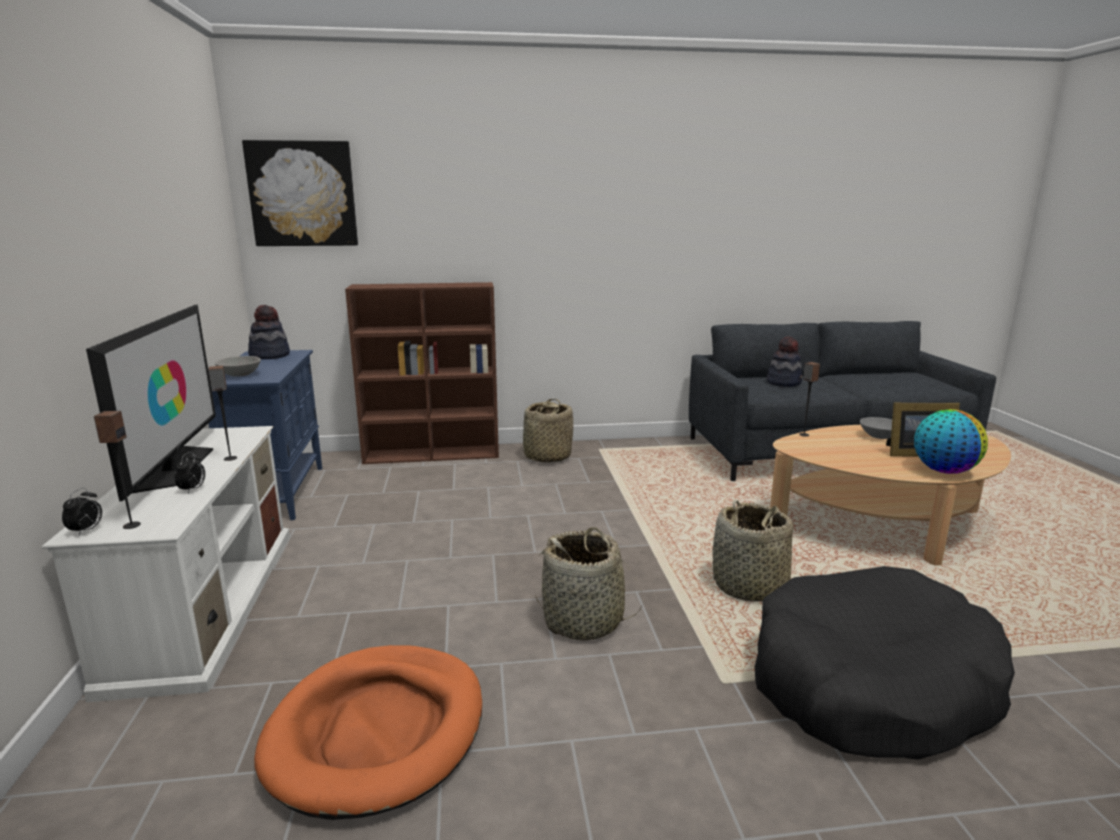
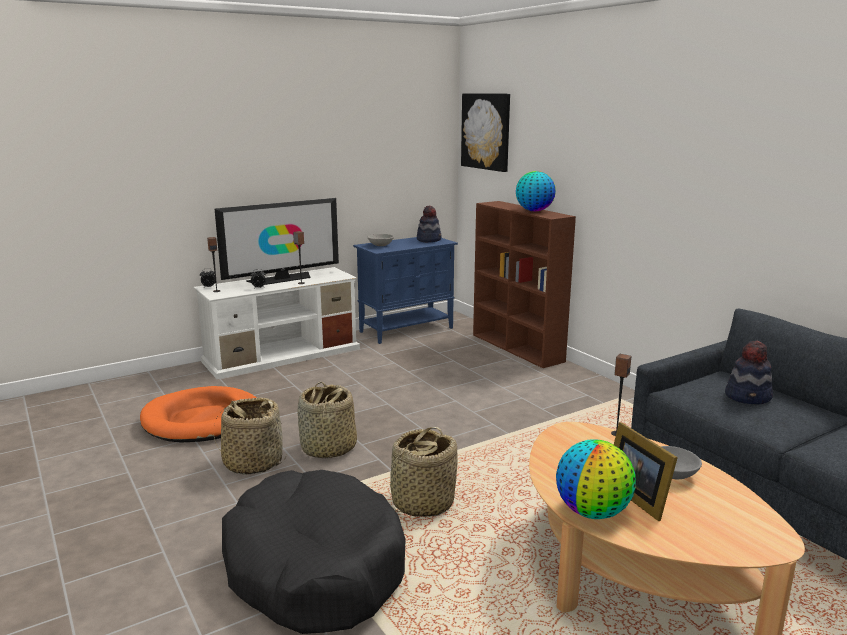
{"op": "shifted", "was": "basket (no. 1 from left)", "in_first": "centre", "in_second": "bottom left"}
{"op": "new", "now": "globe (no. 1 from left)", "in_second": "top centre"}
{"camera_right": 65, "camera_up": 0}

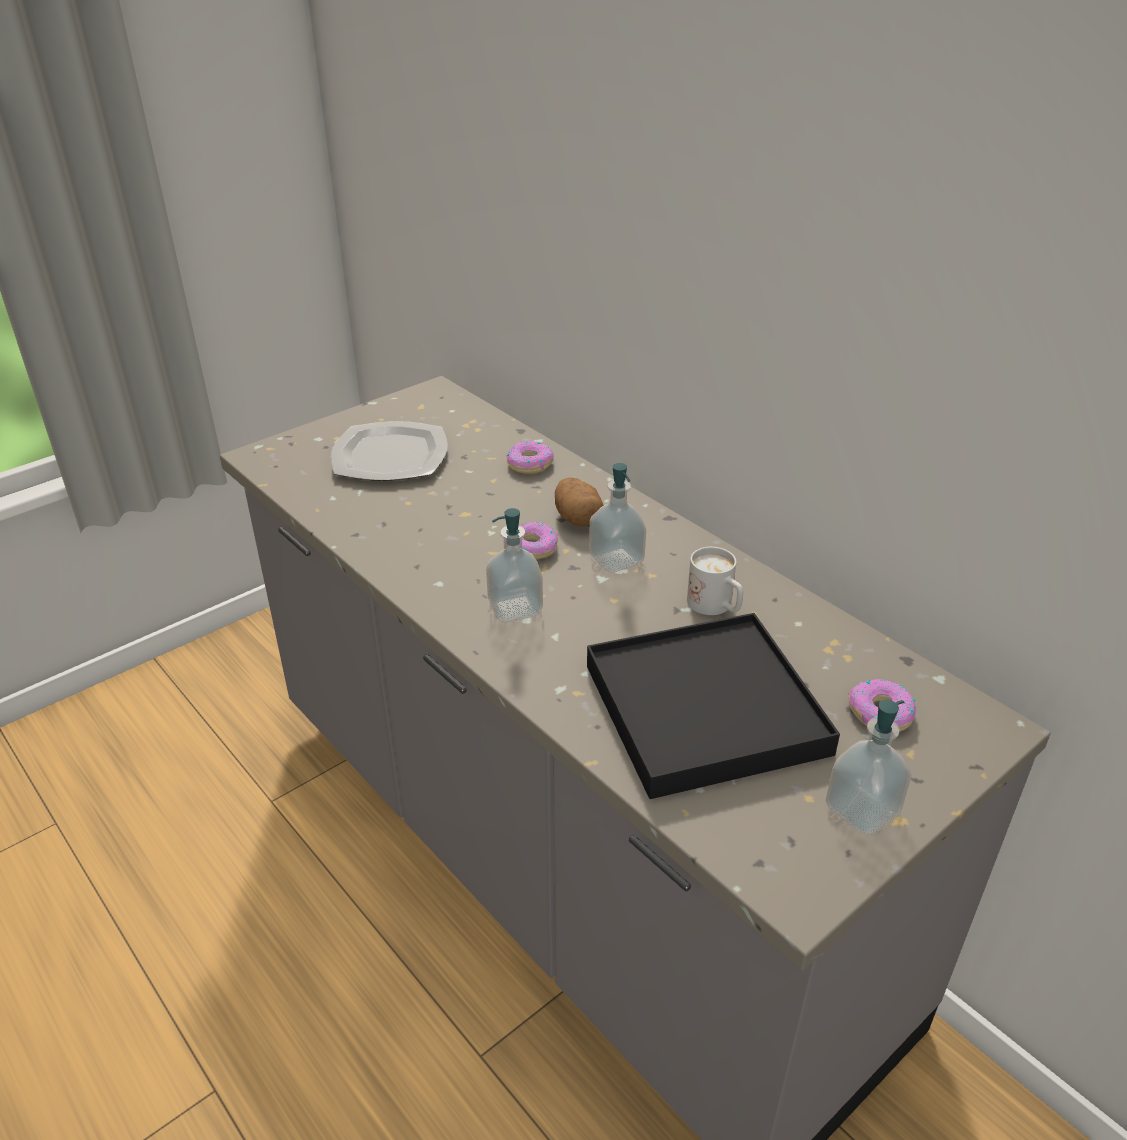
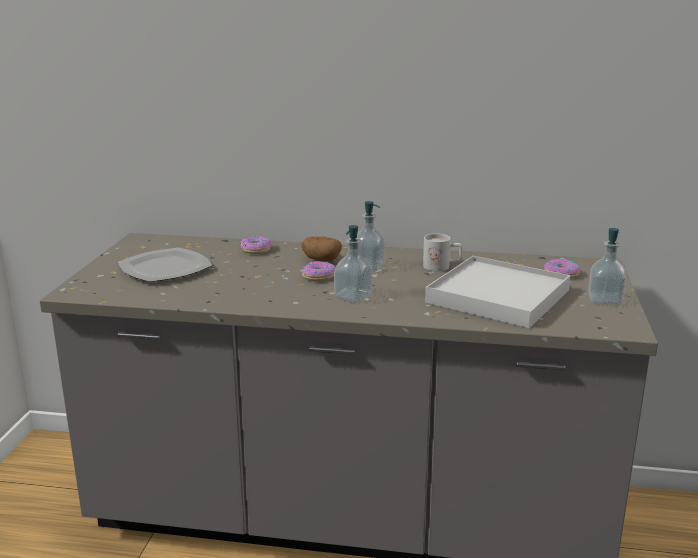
{"op": "repainted", "was": "black tray", "now": "white tray", "in_first": "centre", "in_second": "middle right"}
{"camera_right": -40, "camera_up": -15}

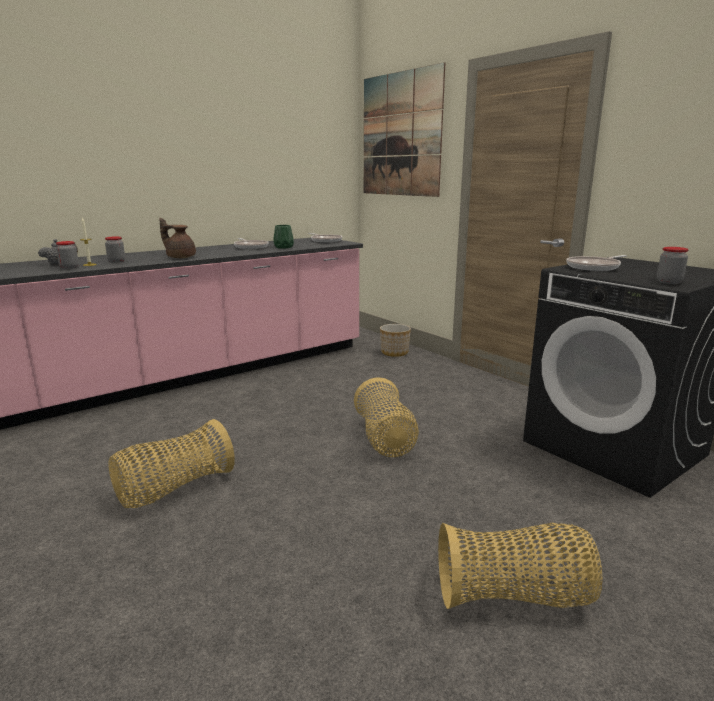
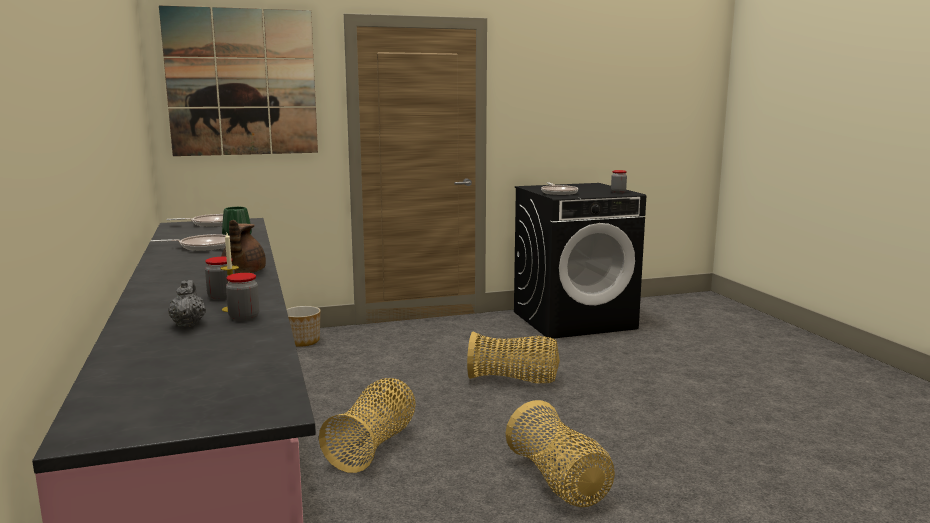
{"op": "rotated", "was": "brown teapot", "in_first": "middle left", "in_second": "middle left", "clockwise": -45}
{"op": "shifted", "was": "basket (no. 3 from left in the first image)", "now": "basket (no. 1 from left)", "in_first": "bottom right", "in_second": "bottom centre"}
{"camera_right": -70, "camera_up": -5}

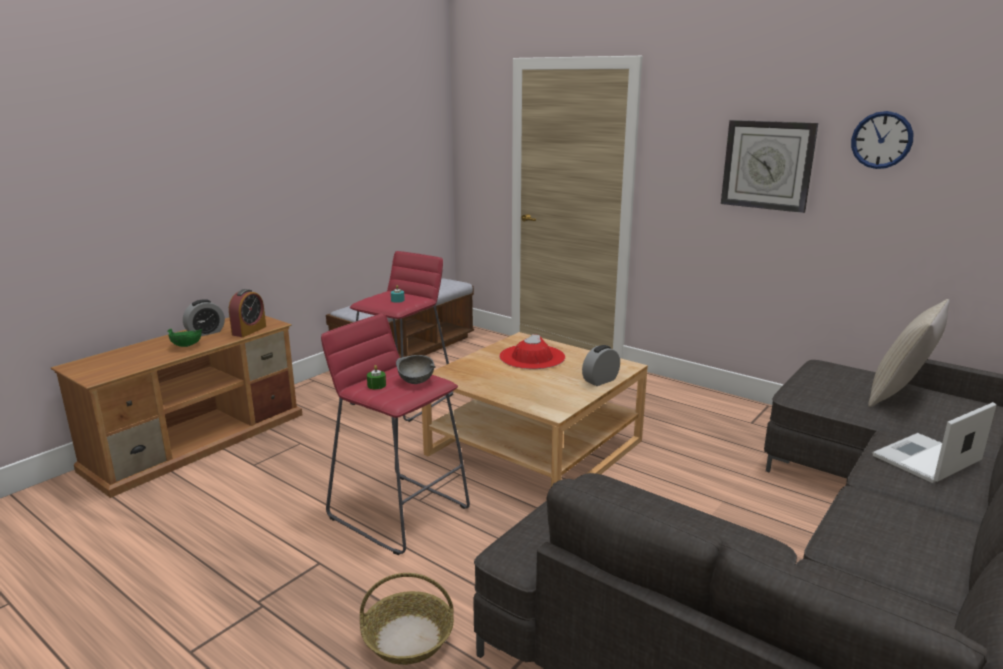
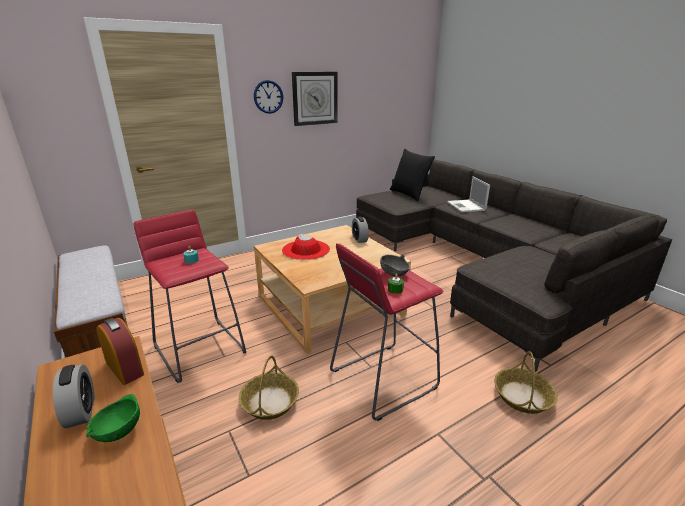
{"op": "new", "now": "basket (no. 1 from left)", "in_second": "bottom centre"}
{"op": "shifted", "was": "wall clock (no. 2 from left in the first image)", "now": "wall clock (no. 1 from left)", "in_first": "top right", "in_second": "top centre"}
{"op": "repainted", "was": "beige pillow", "now": "black pillow", "in_first": "middle right", "in_second": "centre"}
{"camera_right": -70, "camera_up": 5}

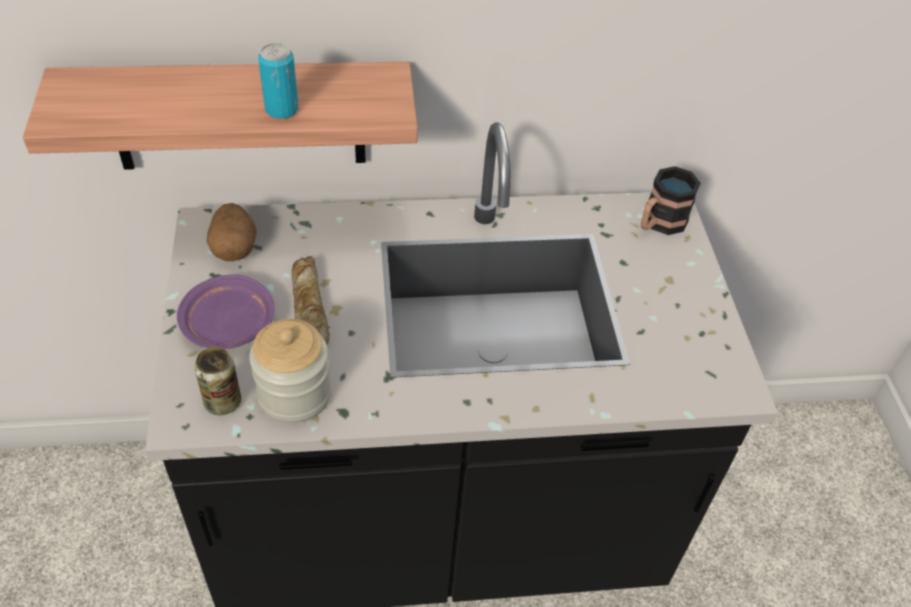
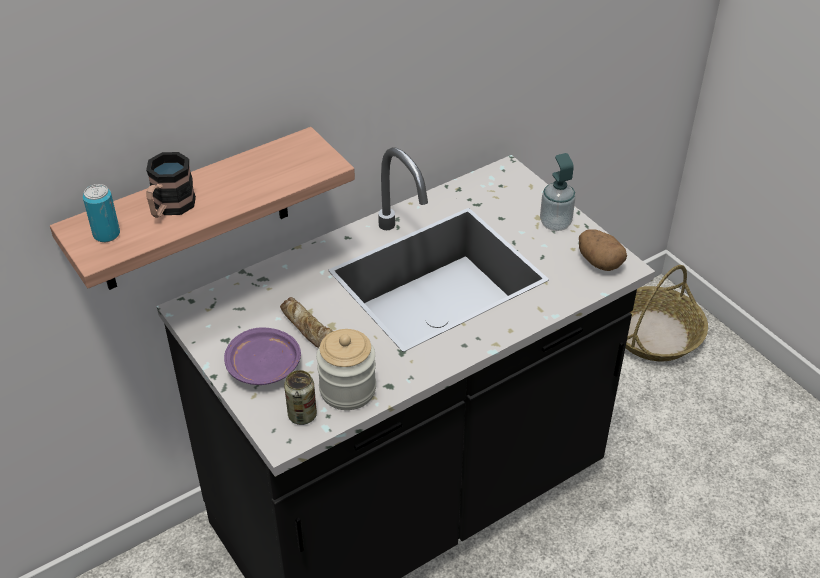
{"op": "shifted", "was": "can (no. 2 from left in the first image)", "now": "can (no. 1 from left)", "in_first": "top left", "in_second": "middle left"}
{"op": "shifted", "was": "mug", "in_first": "top right", "in_second": "top left"}
{"op": "new", "now": "soap dispenser", "in_second": "top right"}
{"op": "shifted", "was": "potato", "in_first": "middle left", "in_second": "middle right"}
{"op": "new", "now": "basket", "in_second": "middle right"}
{"camera_right": -25, "camera_up": -5}

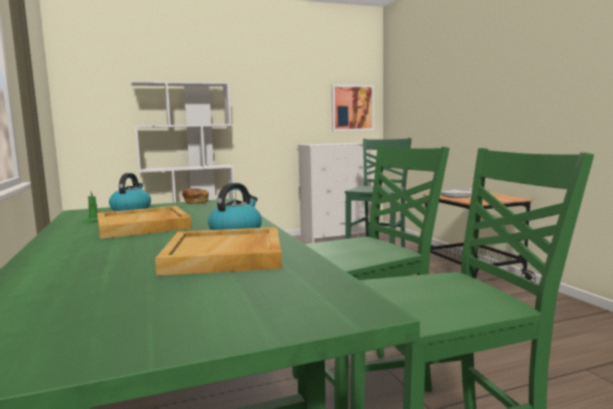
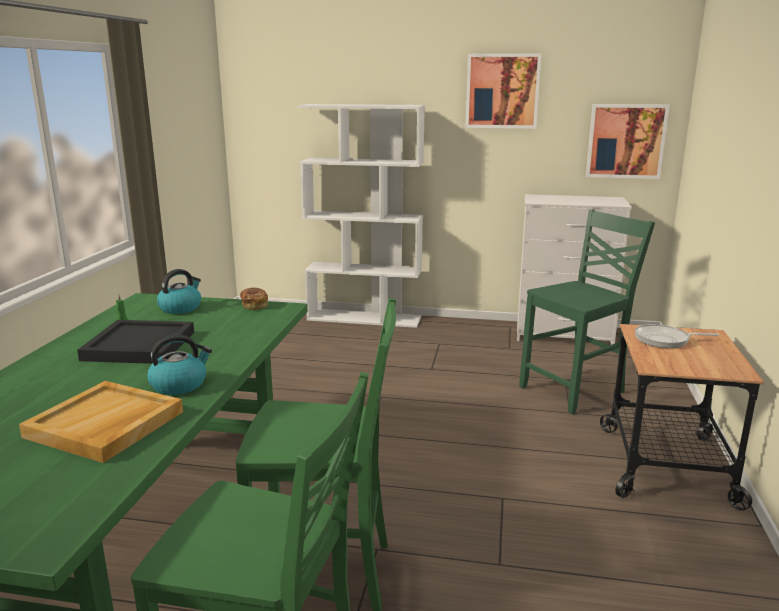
{"op": "repainted", "was": "beige tray (no. 1 from left)", "now": "black tray", "in_first": "middle left", "in_second": "middle left"}
{"op": "new", "now": "picture (no. 1 from left)", "in_second": "top centre"}
{"camera_right": 30, "camera_up": 10}

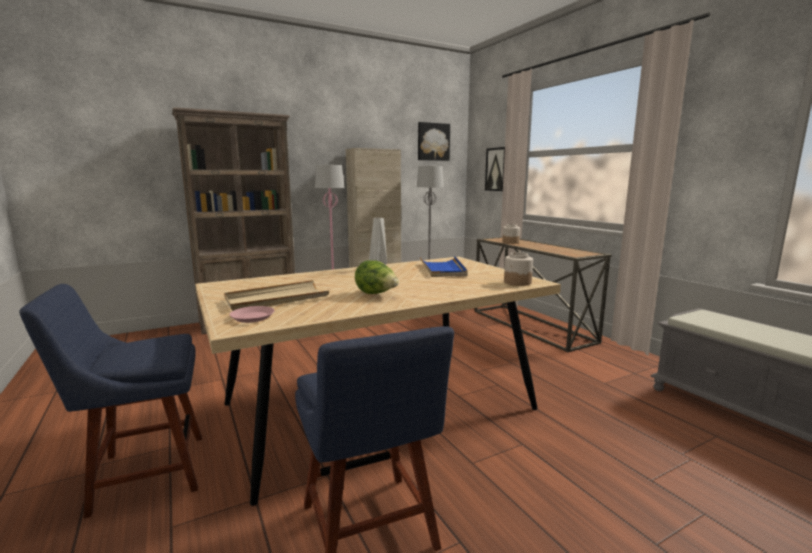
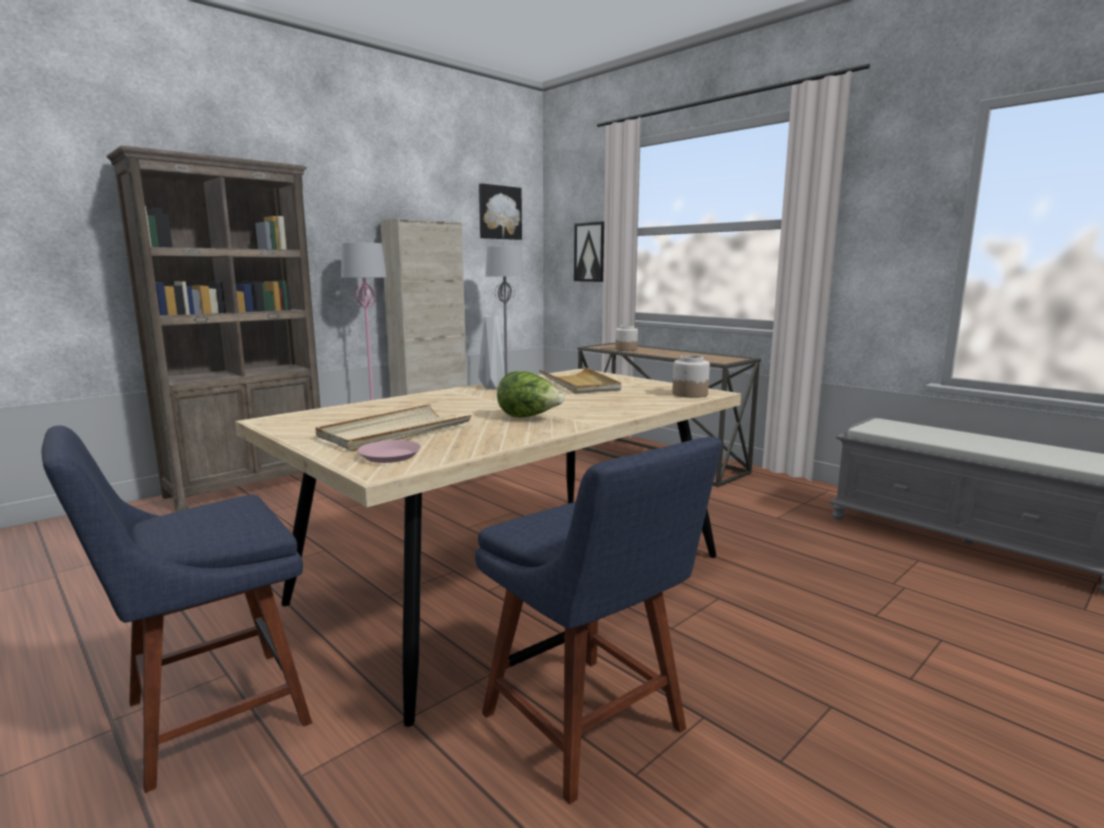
{"op": "repainted", "was": "blue tray", "now": "beige tray (no. 2 from left)", "in_first": "centre", "in_second": "centre"}
{"camera_right": -15, "camera_up": 0}

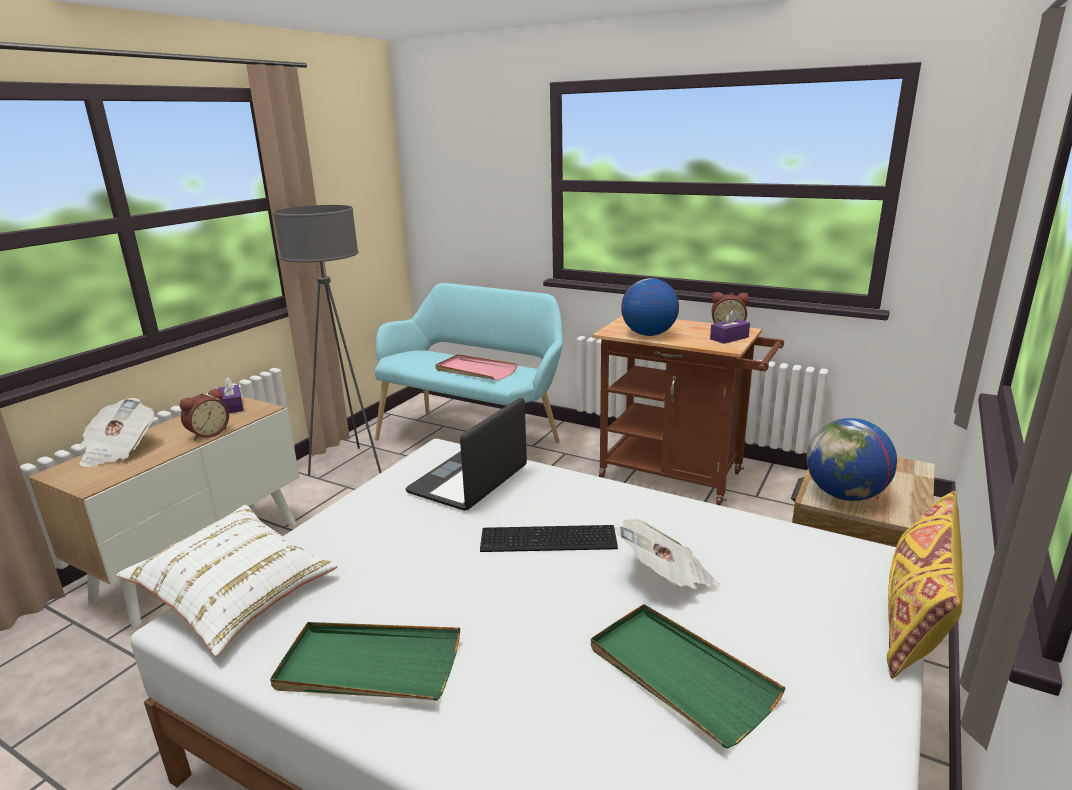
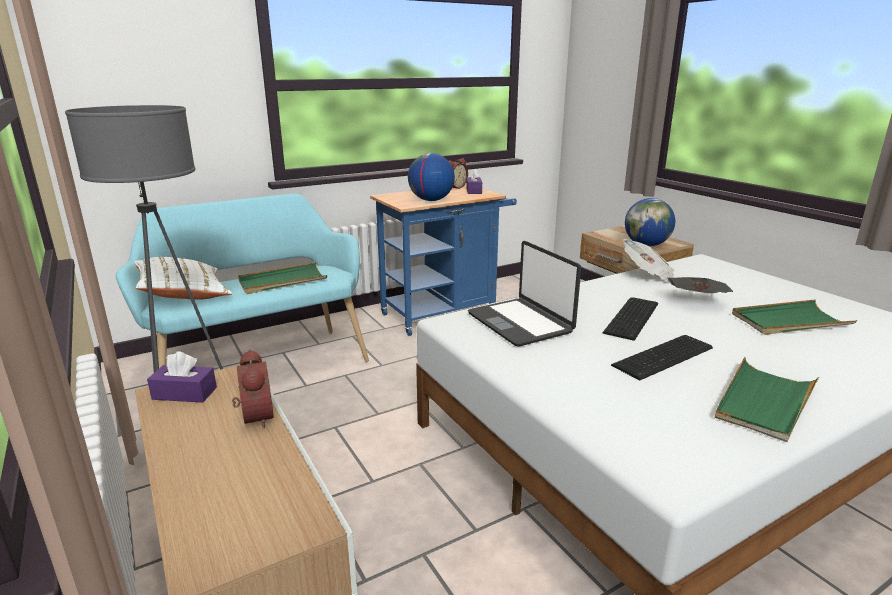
{"op": "shifted", "was": "white pillow", "in_first": "bottom left", "in_second": "middle left"}
{"op": "repainted", "was": "pink tray", "now": "green tray (no. 1 from left)", "in_first": "centre", "in_second": "middle left"}
{"op": "repainted", "was": "brown cart", "now": "blue cart", "in_first": "centre", "in_second": "centre"}
{"op": "new", "now": "keyboard (no. 2 from left)", "in_second": "middle right"}
{"op": "shifted", "was": "newspaper (no. 1 from left)", "in_first": "middle left", "in_second": "middle right"}
{"op": "gone", "was": "yellow pillow", "in_first": "bottom right"}
{"camera_right": -60, "camera_up": 0}

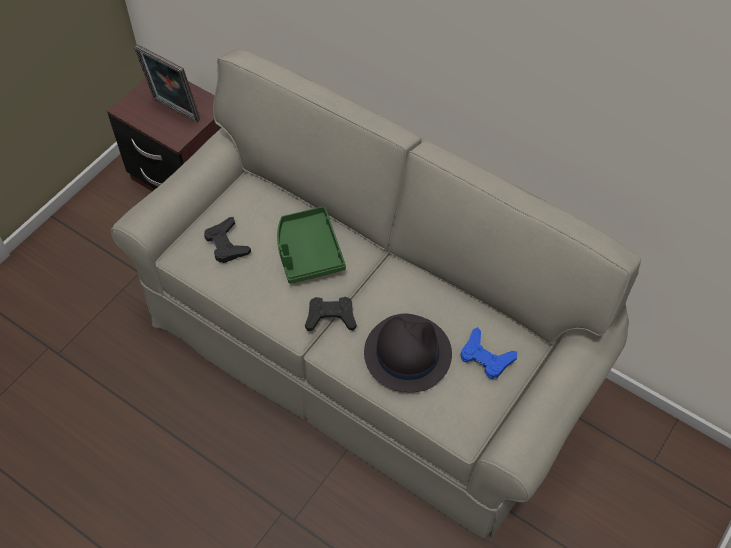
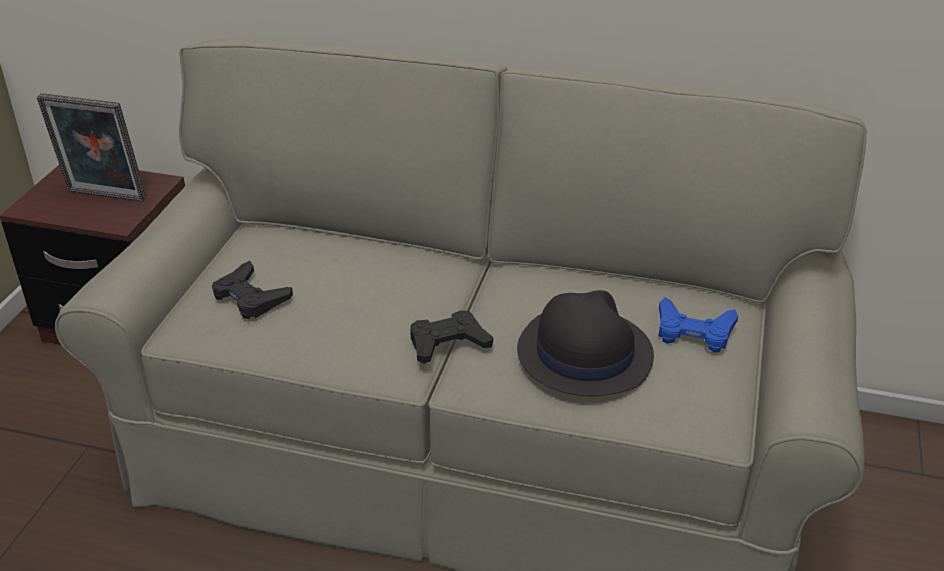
{"op": "gone", "was": "green tray", "in_first": "centre"}
{"camera_right": -20, "camera_up": -20}

